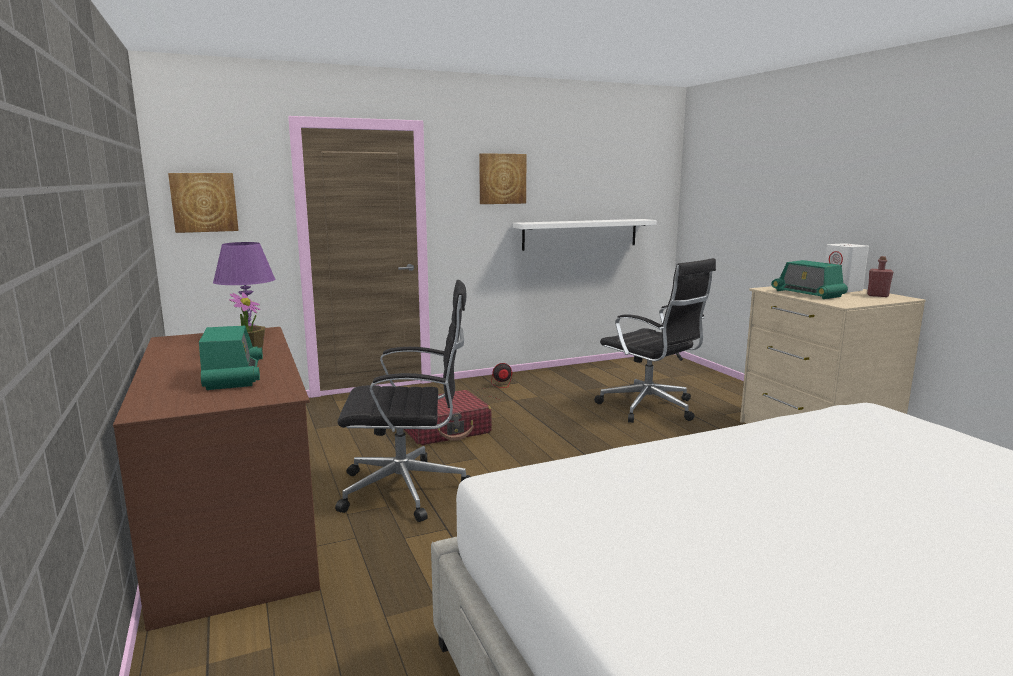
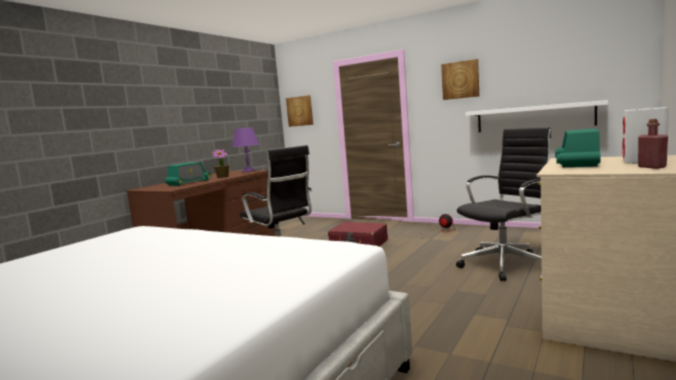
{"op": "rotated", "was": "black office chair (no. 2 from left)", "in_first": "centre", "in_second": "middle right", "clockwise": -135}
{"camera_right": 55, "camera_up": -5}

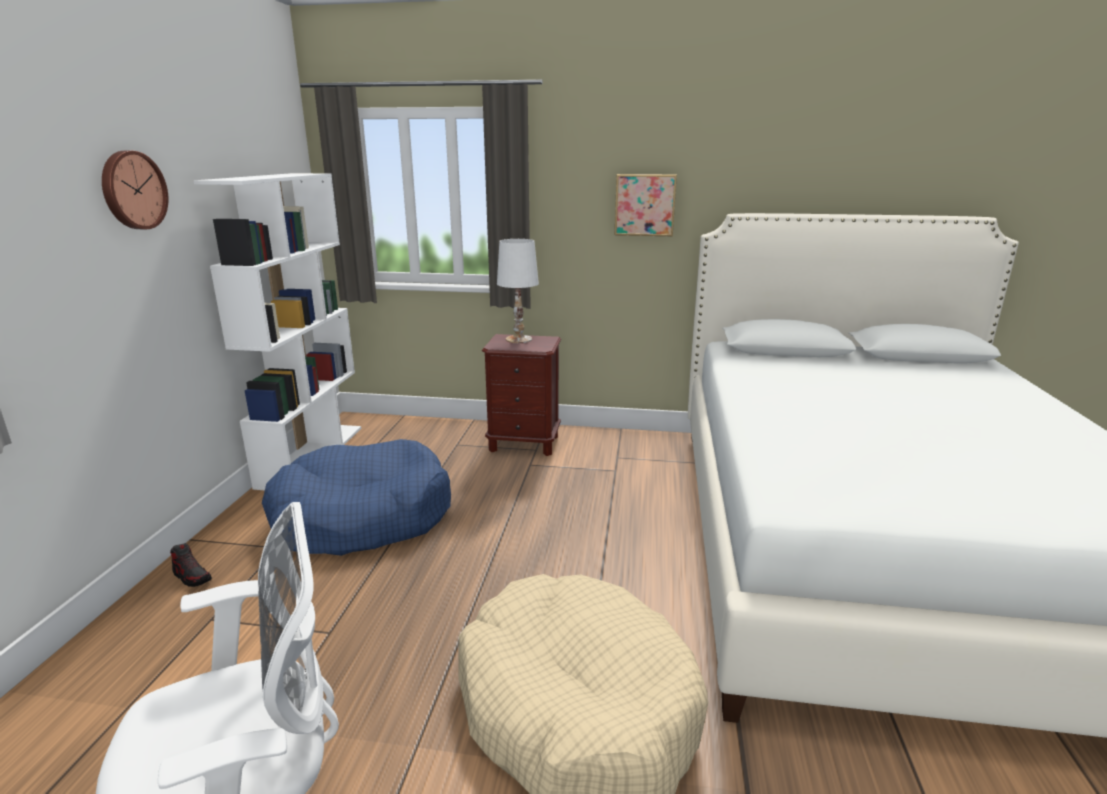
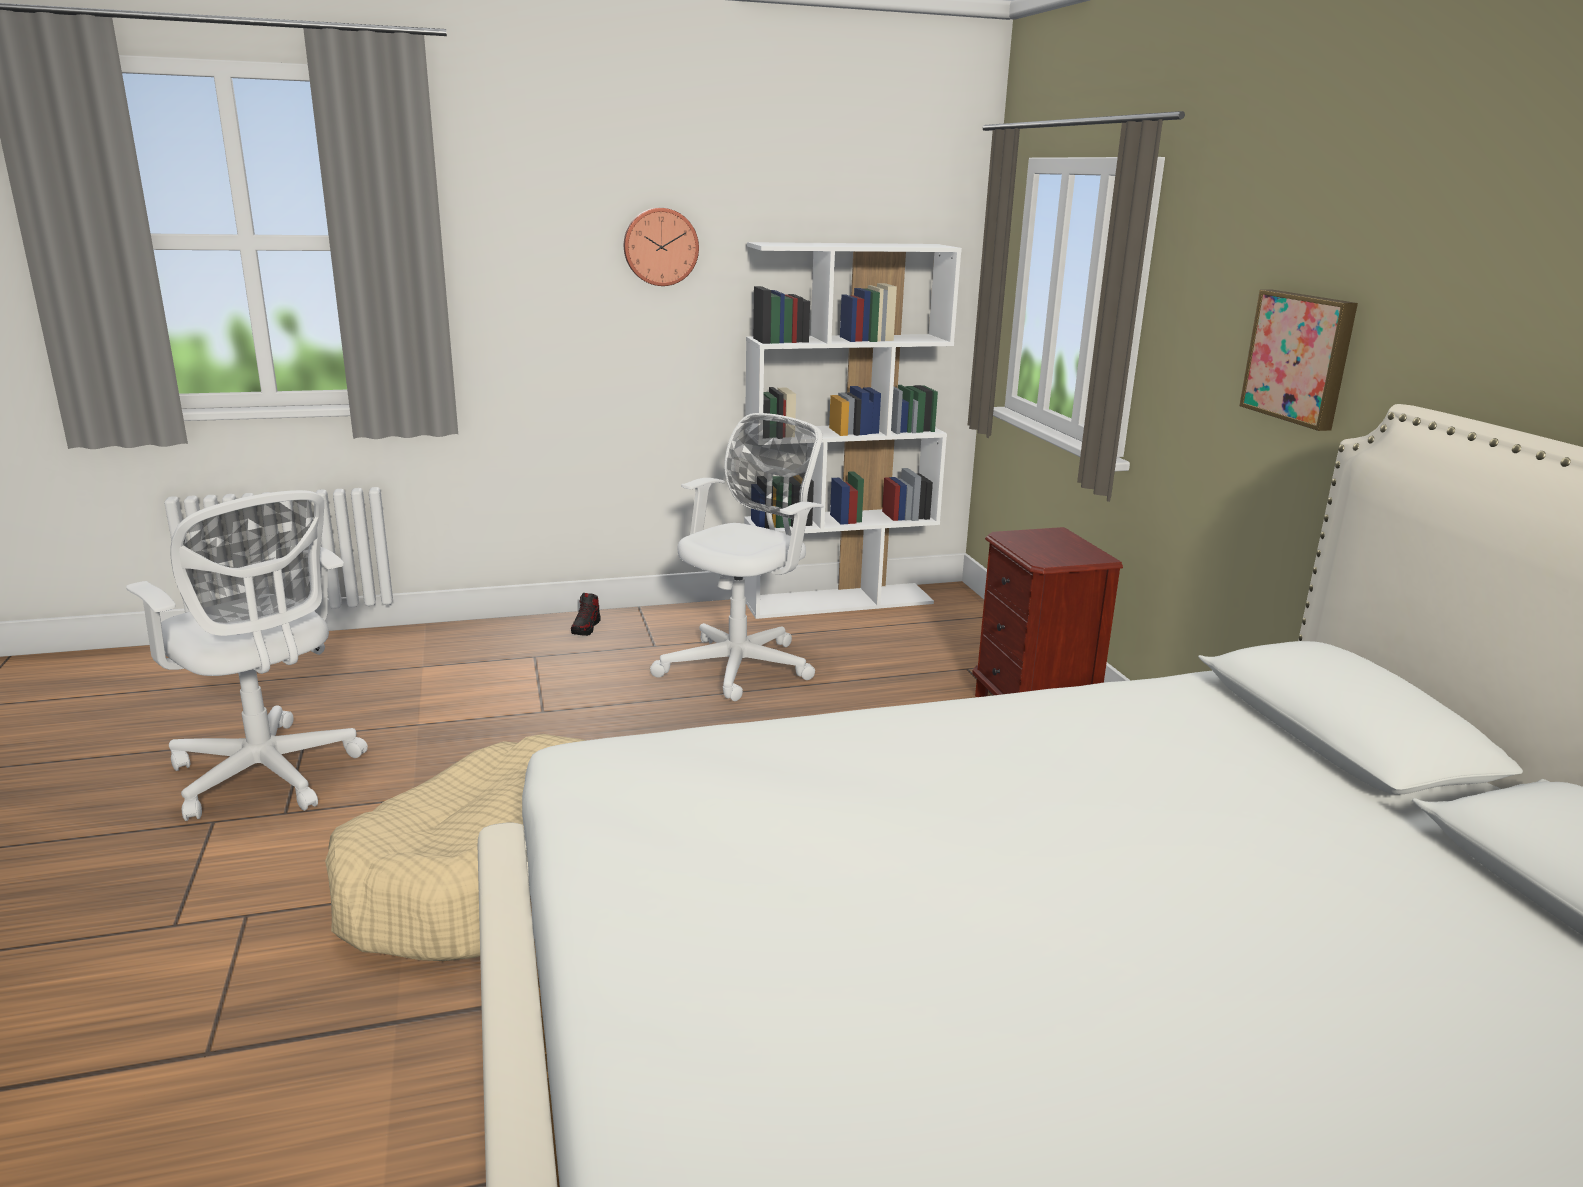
{"op": "swapped", "was": "blue dog bed", "now": "white office chair (no. 2 from left)", "in_first": "middle left", "in_second": "centre"}
{"op": "gone", "was": "white table lamp", "in_first": "centre"}
{"camera_right": 65, "camera_up": 0}

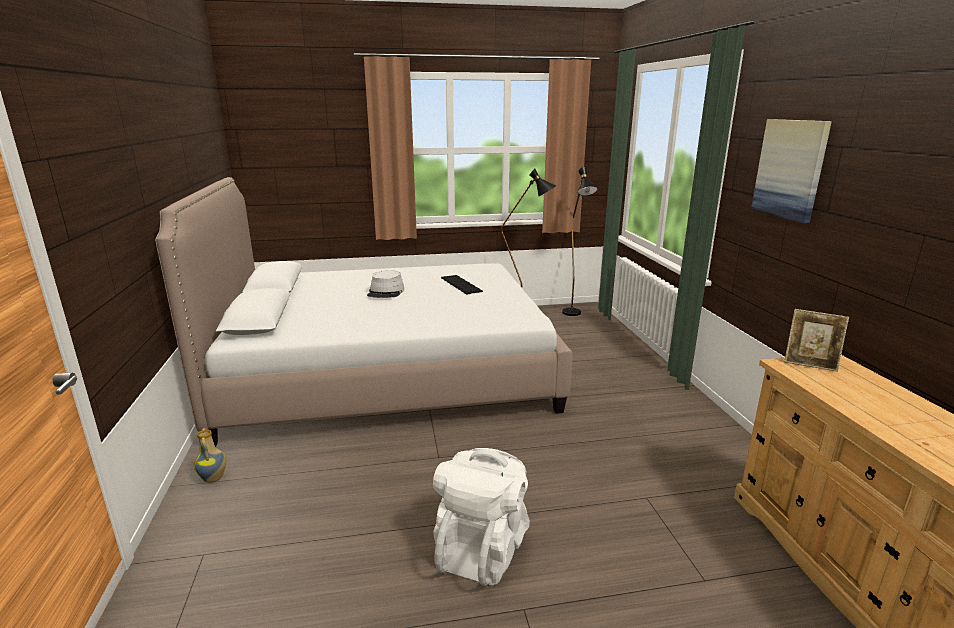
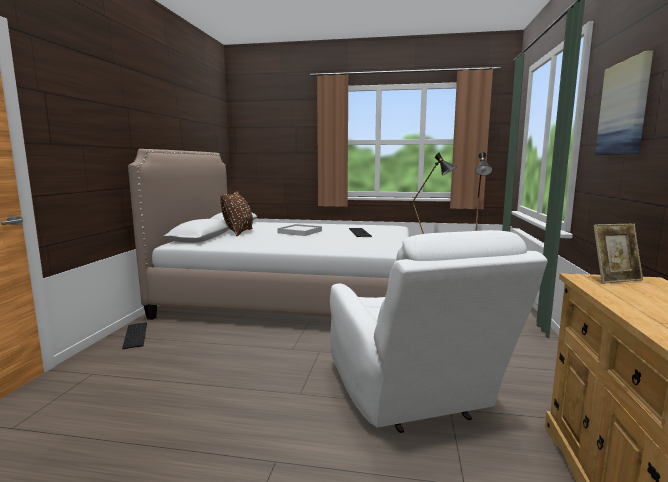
{"op": "swapped", "was": "vase", "now": "keyboard (no. 1 from left)", "in_first": "bottom left", "in_second": "bottom left"}
{"op": "new", "now": "brown pillow", "in_second": "centre"}
{"op": "swapped", "was": "grey hat", "now": "white tray", "in_first": "centre", "in_second": "centre"}
{"op": "new", "now": "white armchair", "in_second": "bottom centre"}
{"op": "rotated", "was": "picture frame", "in_first": "middle right", "in_second": "middle right", "clockwise": -60}
{"op": "gone", "was": "white backpack", "in_first": "bottom centre"}
{"camera_right": 20, "camera_up": -10}

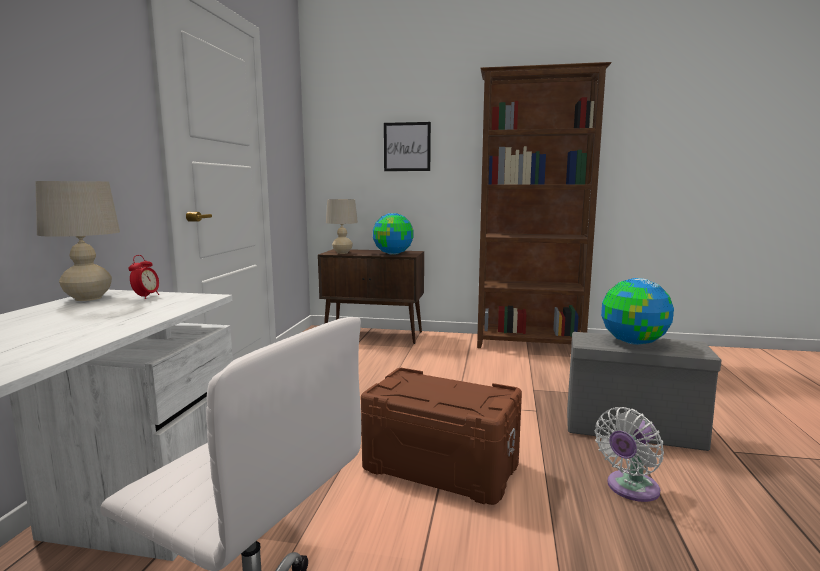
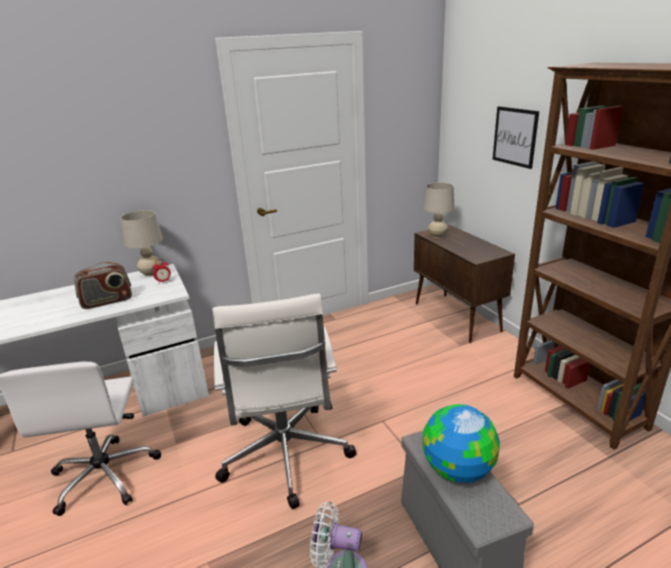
{"op": "new", "now": "radio", "in_second": "middle left"}
{"op": "swapped", "was": "brown storage box", "now": "white office chair (no. 2 from left)", "in_first": "bottom centre", "in_second": "bottom centre"}
{"op": "gone", "was": "globe (no. 1 from left)", "in_first": "centre"}
{"camera_right": 55, "camera_up": 15}

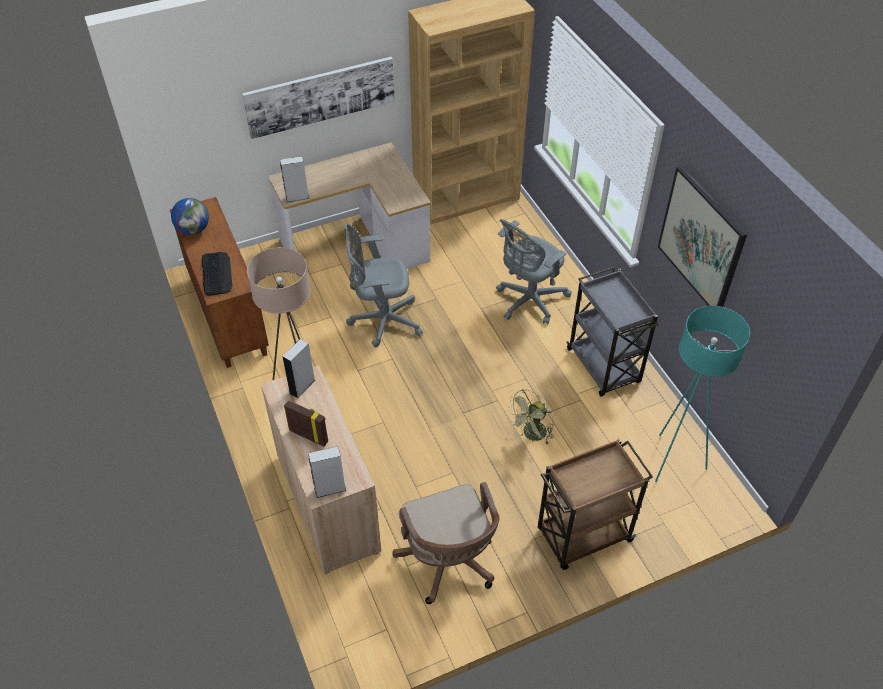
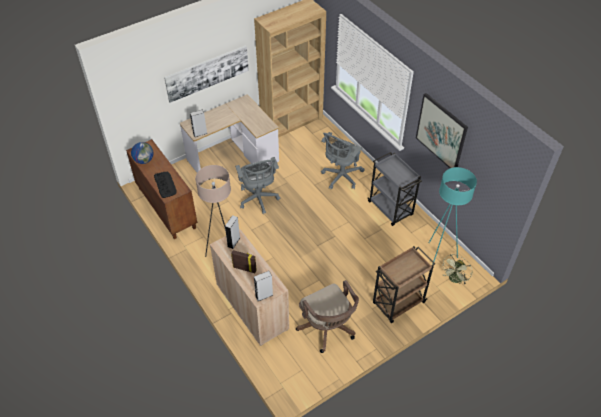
{"op": "rotated", "was": "grey office chair (no. 1 from left)", "in_first": "centre", "in_second": "centre", "clockwise": -90}
{"op": "shifted", "was": "green fan", "in_first": "centre", "in_second": "middle right"}
{"camera_right": -10, "camera_up": 0}

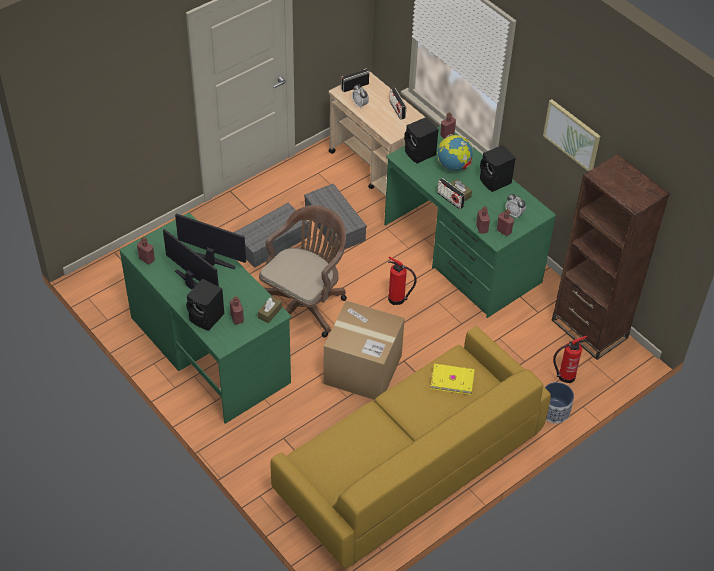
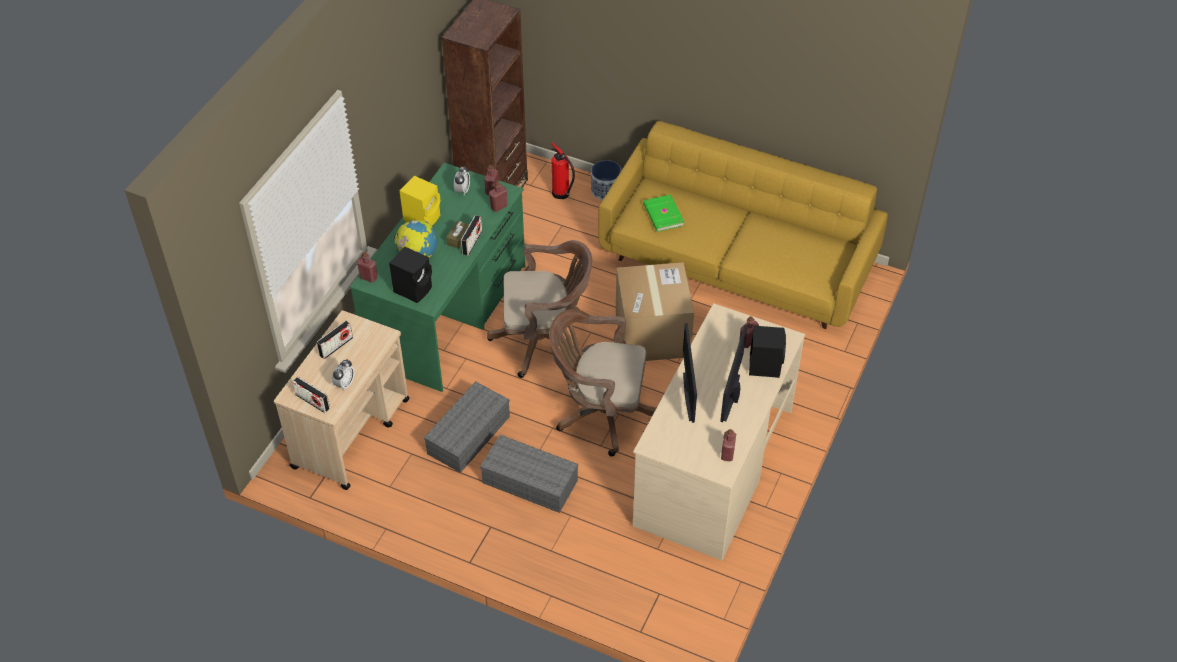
{"op": "repainted", "was": "black speaker (no. 3 from left)", "now": "yellow speaker", "in_first": "top right", "in_second": "top centre"}
{"op": "swapped", "was": "fire extinguisher (no. 1 from left)", "now": "brown office chair (no. 1 from left)", "in_first": "centre", "in_second": "centre"}
{"op": "repainted", "was": "green desk (no. 1 from left)", "now": "beige desk", "in_first": "middle left", "in_second": "centre"}
{"op": "repainted", "was": "yellow book", "now": "green book", "in_first": "centre", "in_second": "top centre"}
{"op": "gone", "was": "brown tissue box (no. 1 from left)", "in_first": "centre"}
{"op": "gone", "was": "picture", "in_first": "top right"}
{"camera_right": -115, "camera_up": 0}

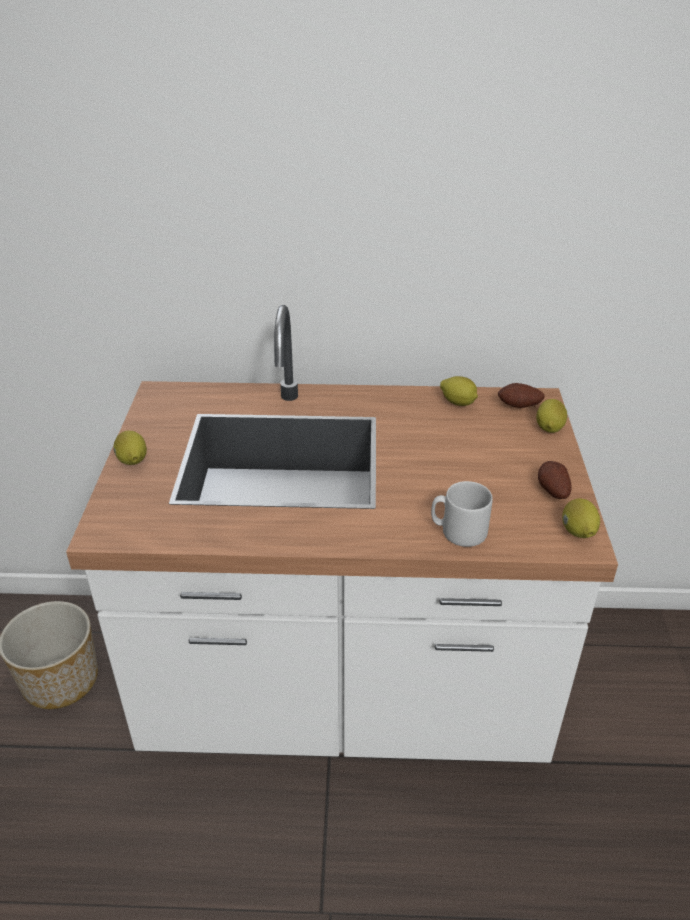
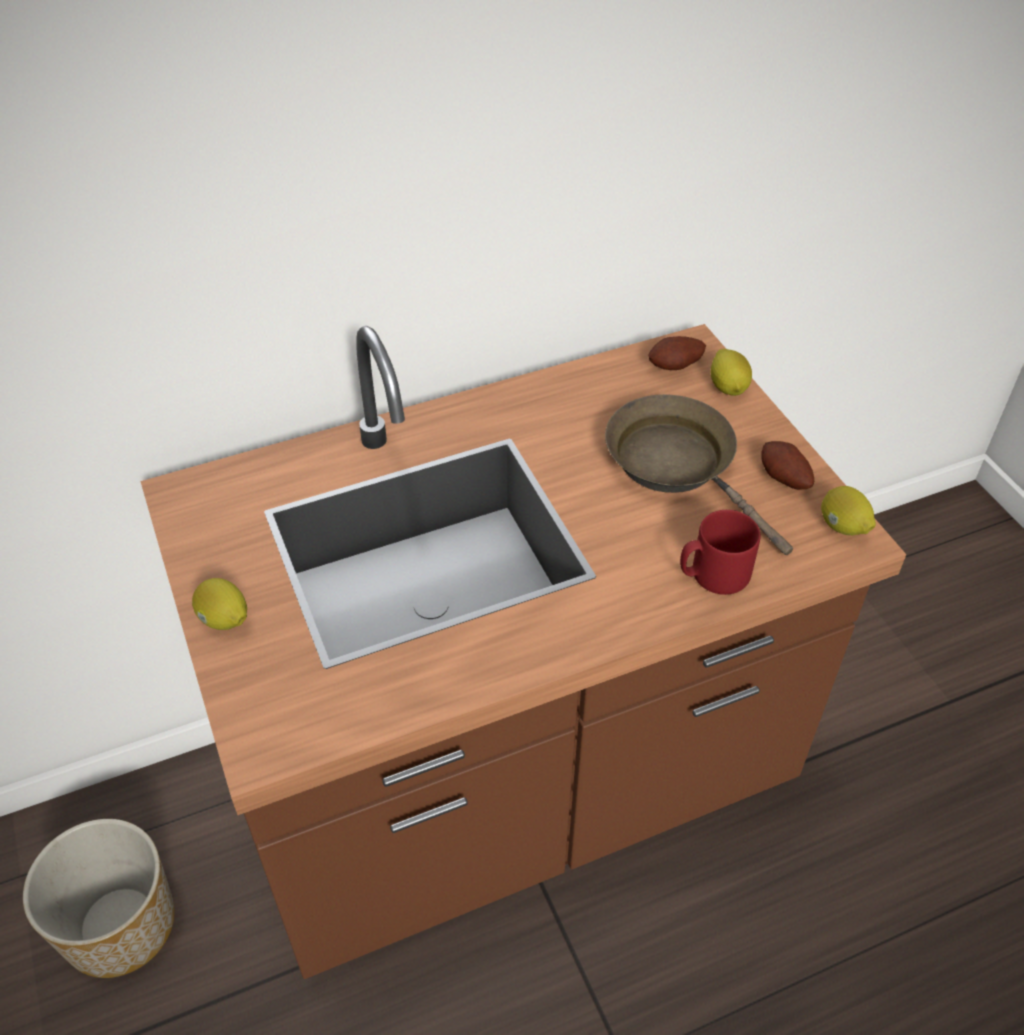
{"op": "repainted", "was": "white counter", "now": "brown counter", "in_first": "centre", "in_second": "centre"}
{"op": "new", "now": "brown frying pan", "in_second": "middle right"}
{"op": "repainted", "was": "grey mug", "now": "red mug", "in_first": "middle right", "in_second": "middle right"}
{"op": "gone", "was": "lemon (no. 2 from left)", "in_first": "centre"}
{"camera_right": -25, "camera_up": 10}

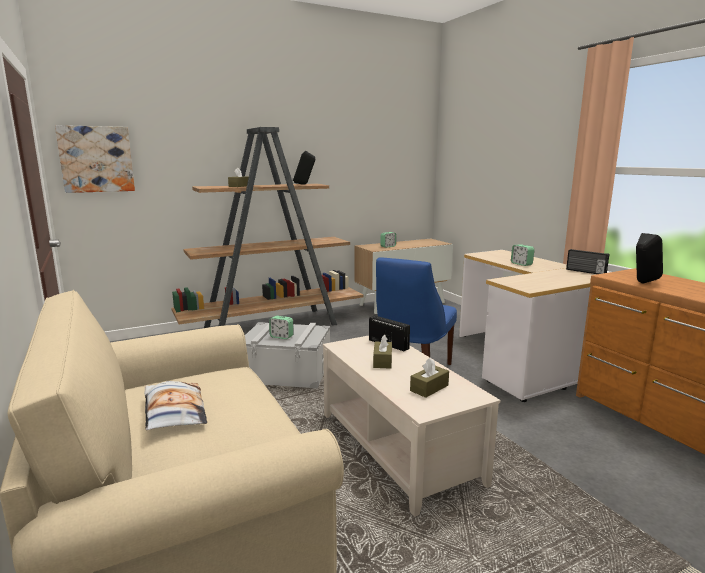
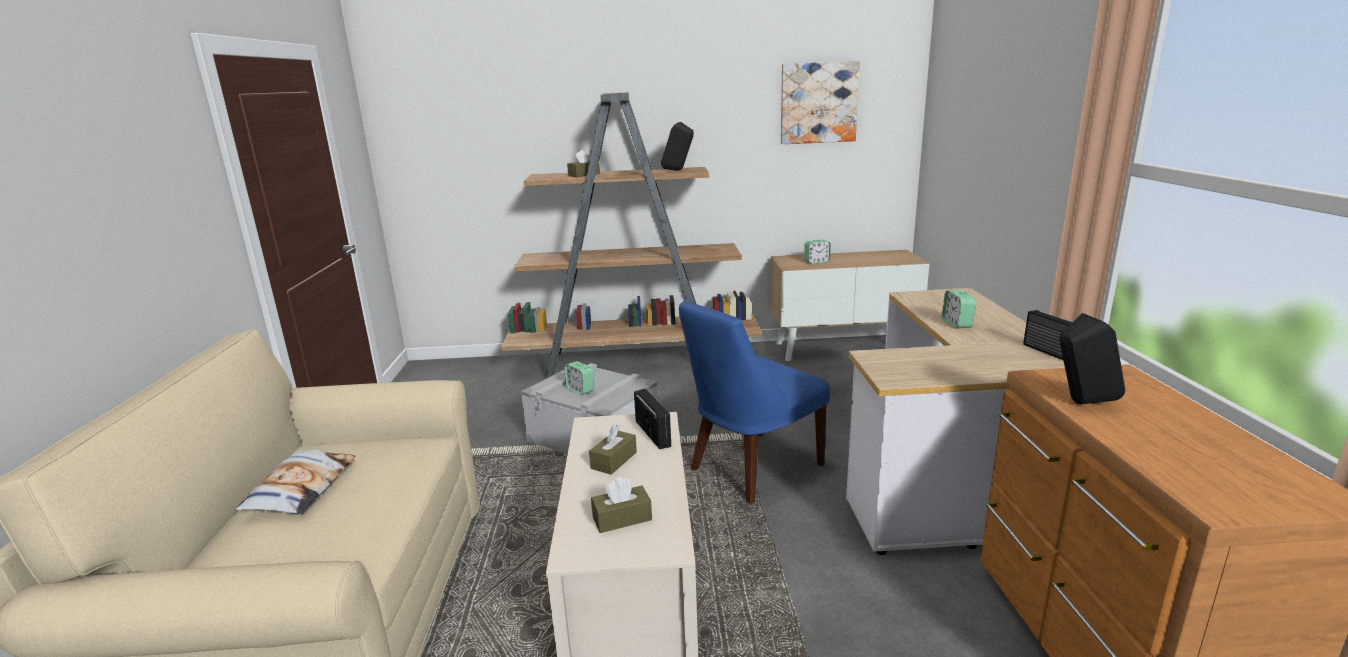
{"op": "shifted", "was": "picture", "in_first": "top left", "in_second": "top centre"}
{"camera_right": 25, "camera_up": 5}

